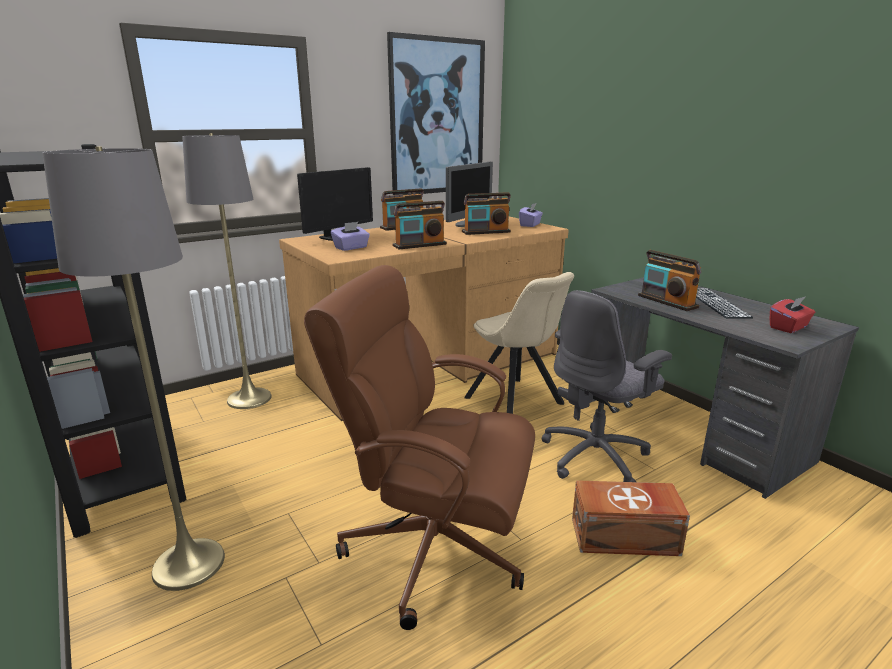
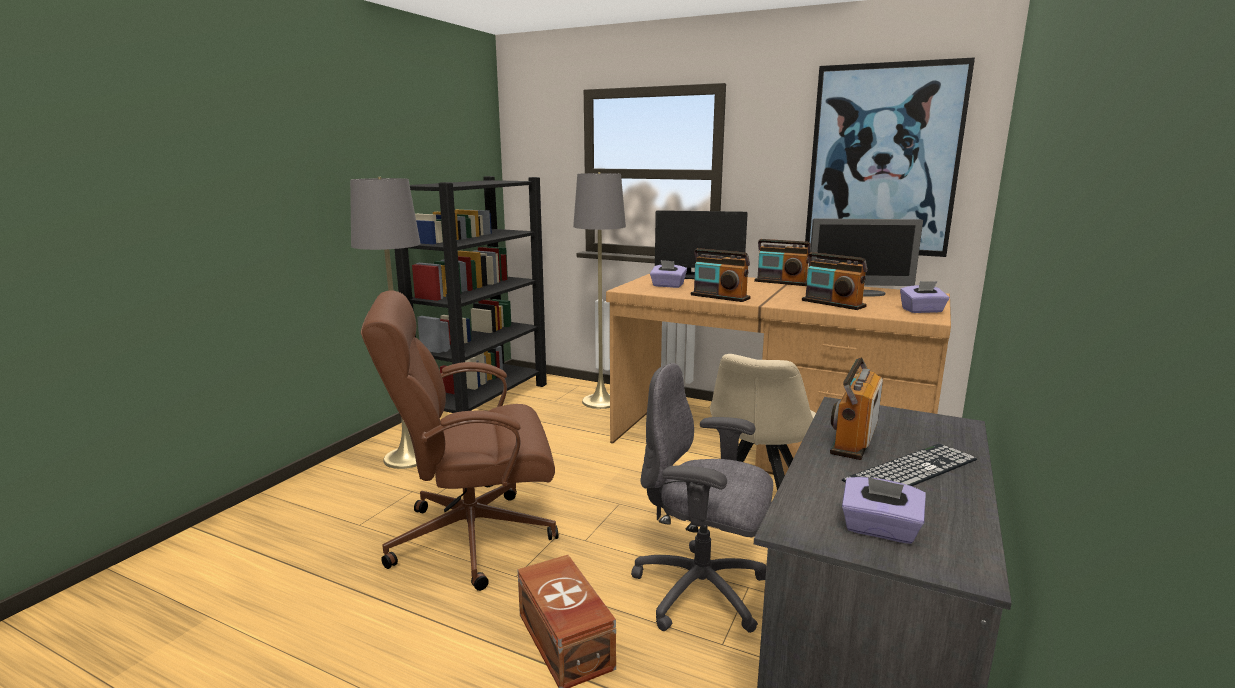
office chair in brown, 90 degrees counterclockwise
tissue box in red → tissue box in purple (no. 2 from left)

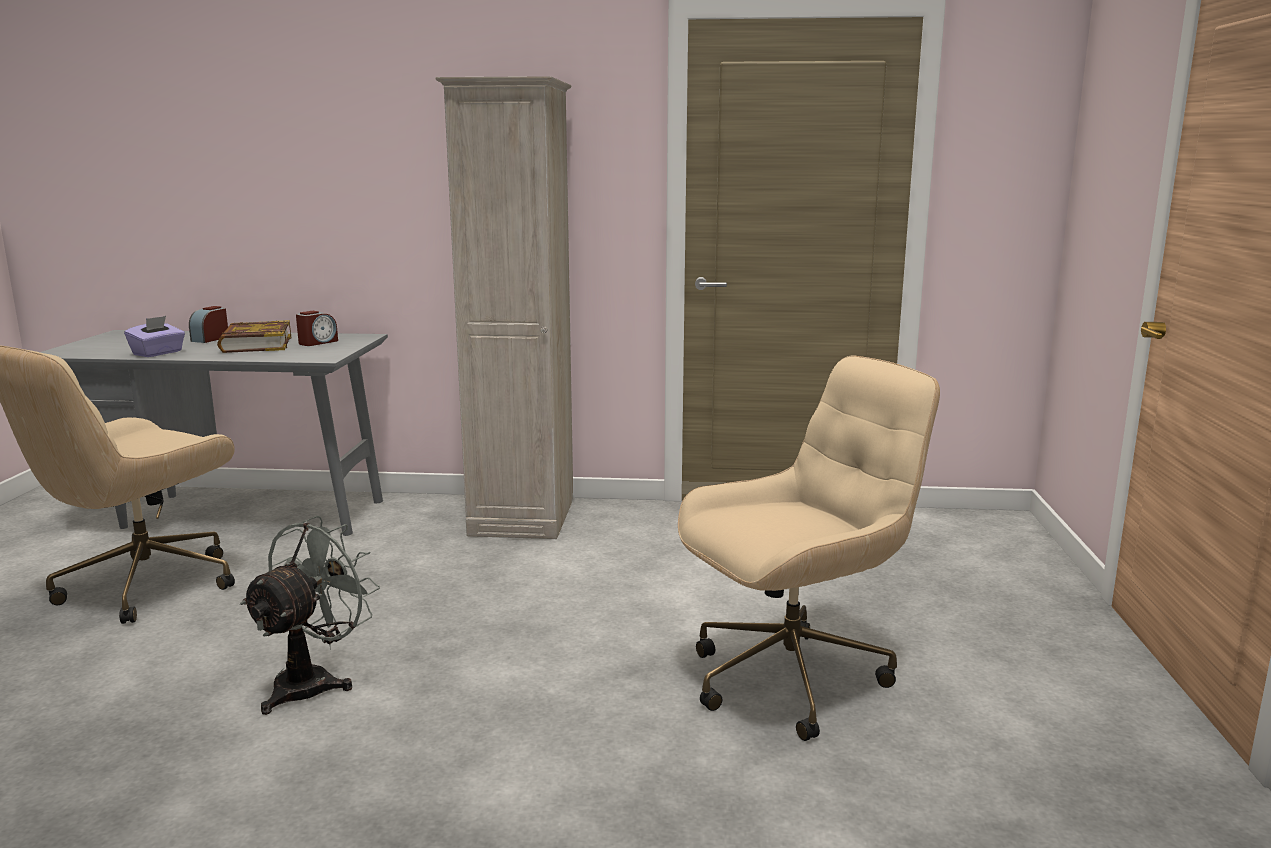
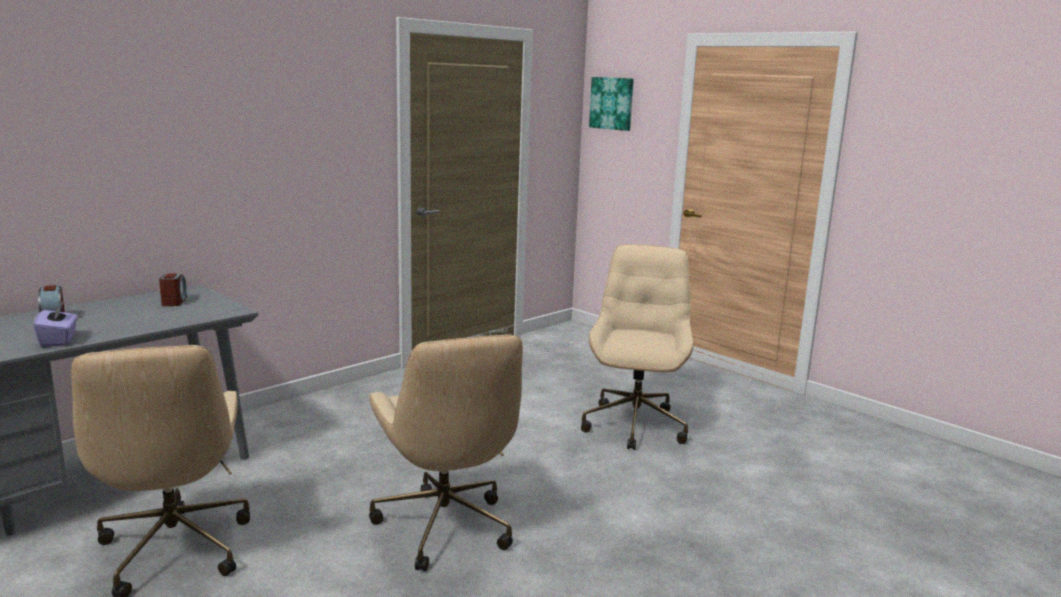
cabinet in beige → -
book → -
fan in grey → office chair in beige (no. 2 from left)
- → picture

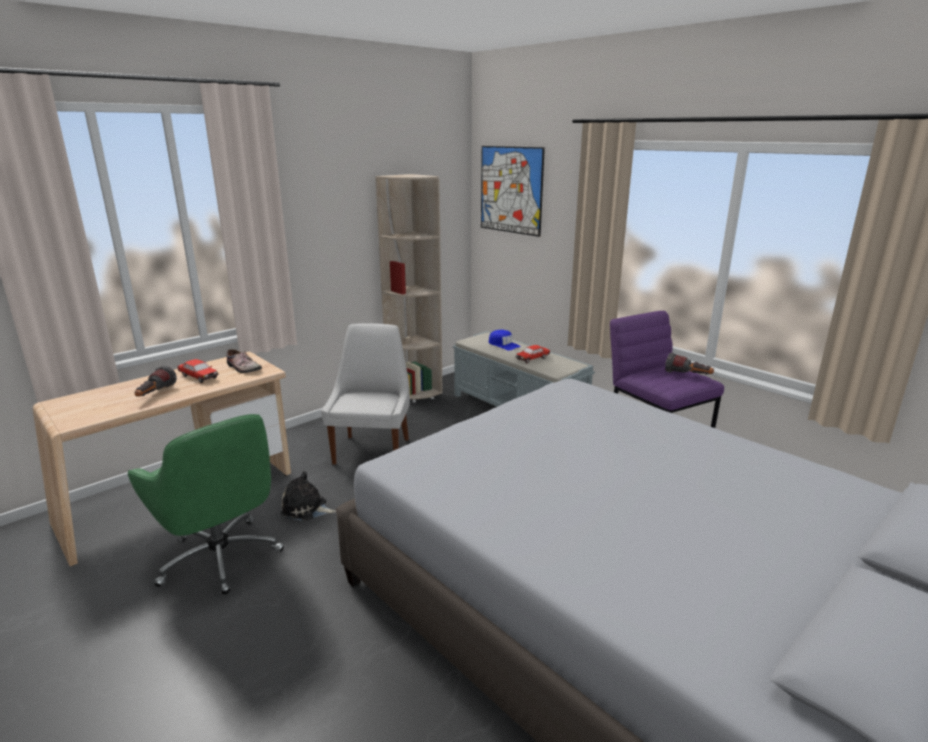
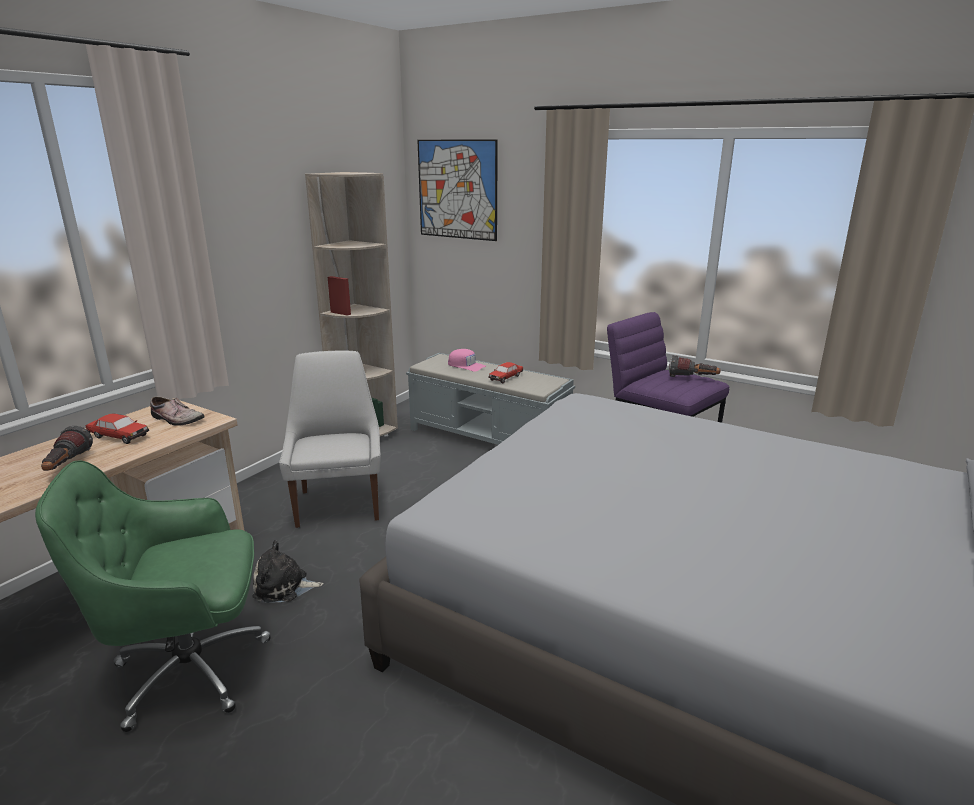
cap in blue → cap in pink
office chair in green, 135 degrees clockwise

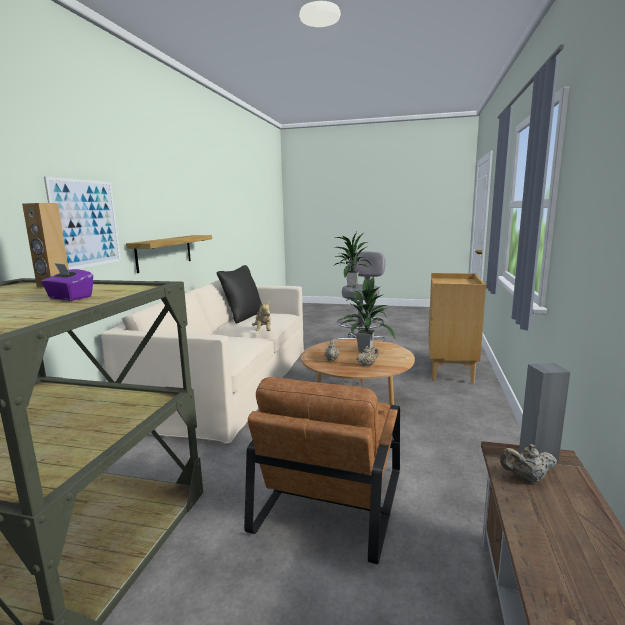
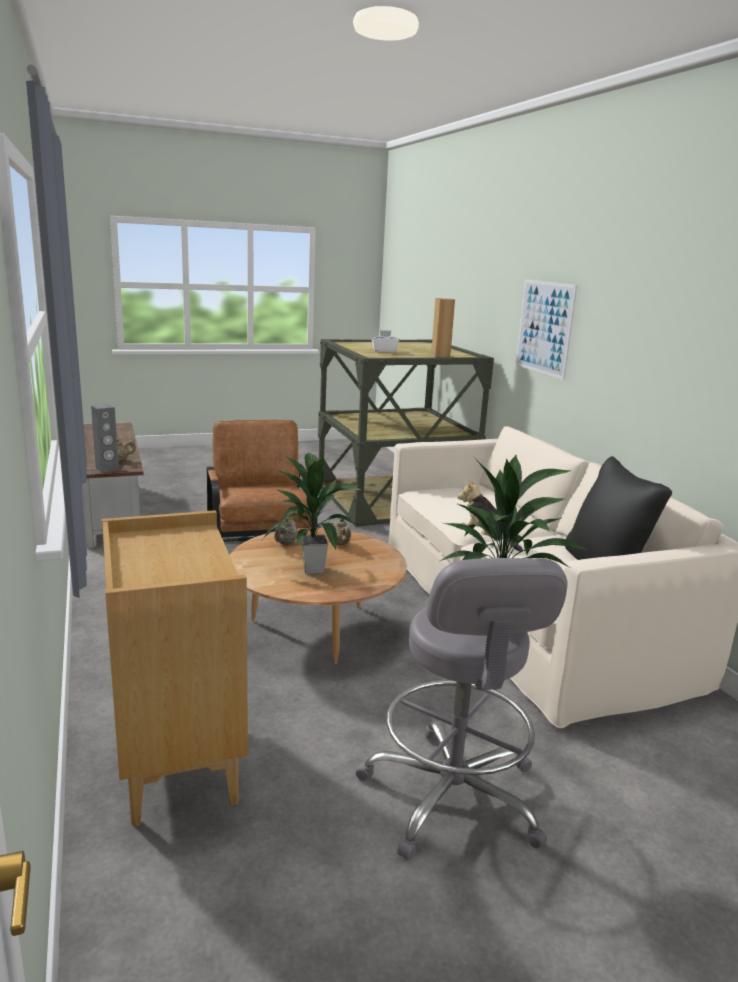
shelf → -
tissue box in purple → tissue box in white

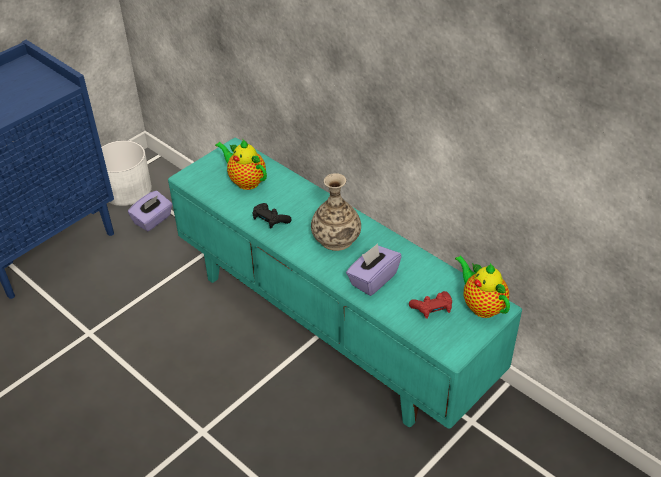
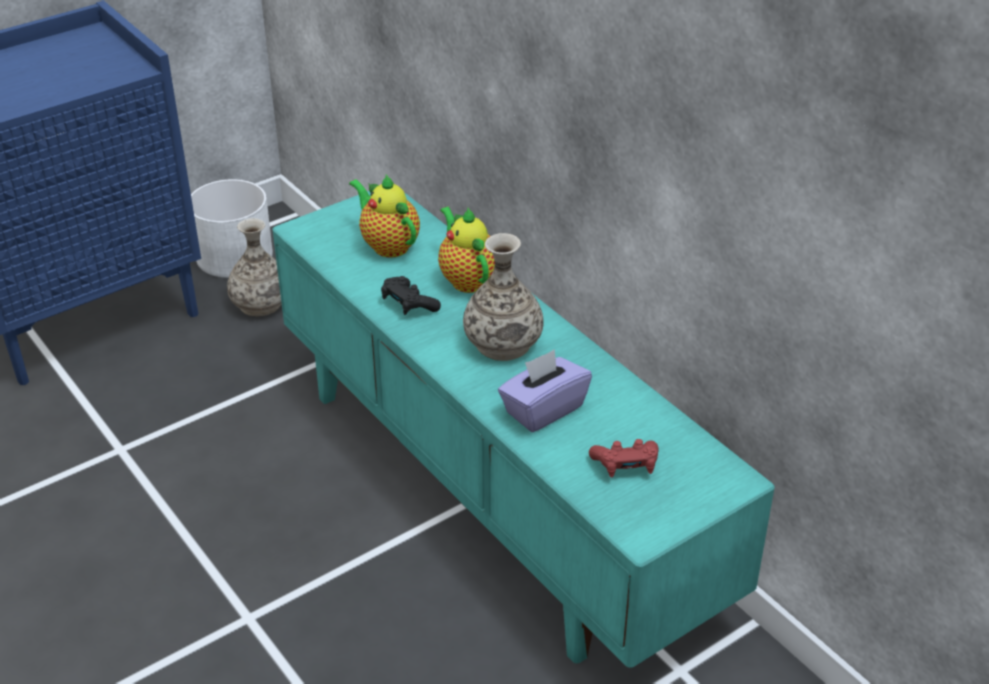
tissue box in purple (no. 1 from left) → vase (no. 1 from left)
teapot (no. 2 from left), shifted

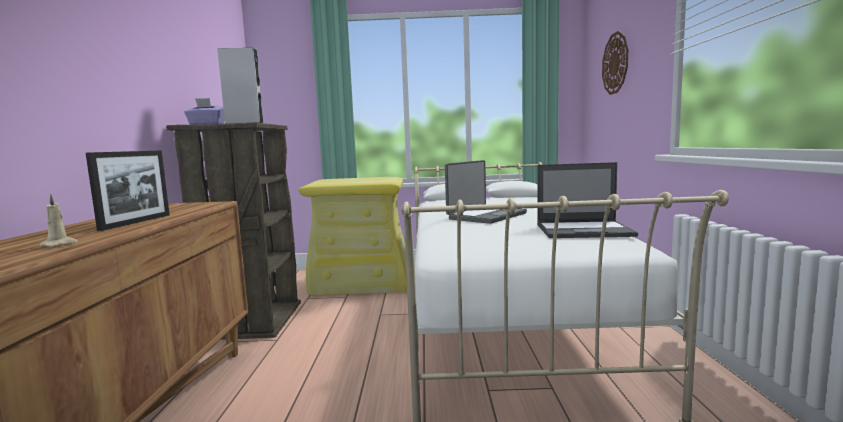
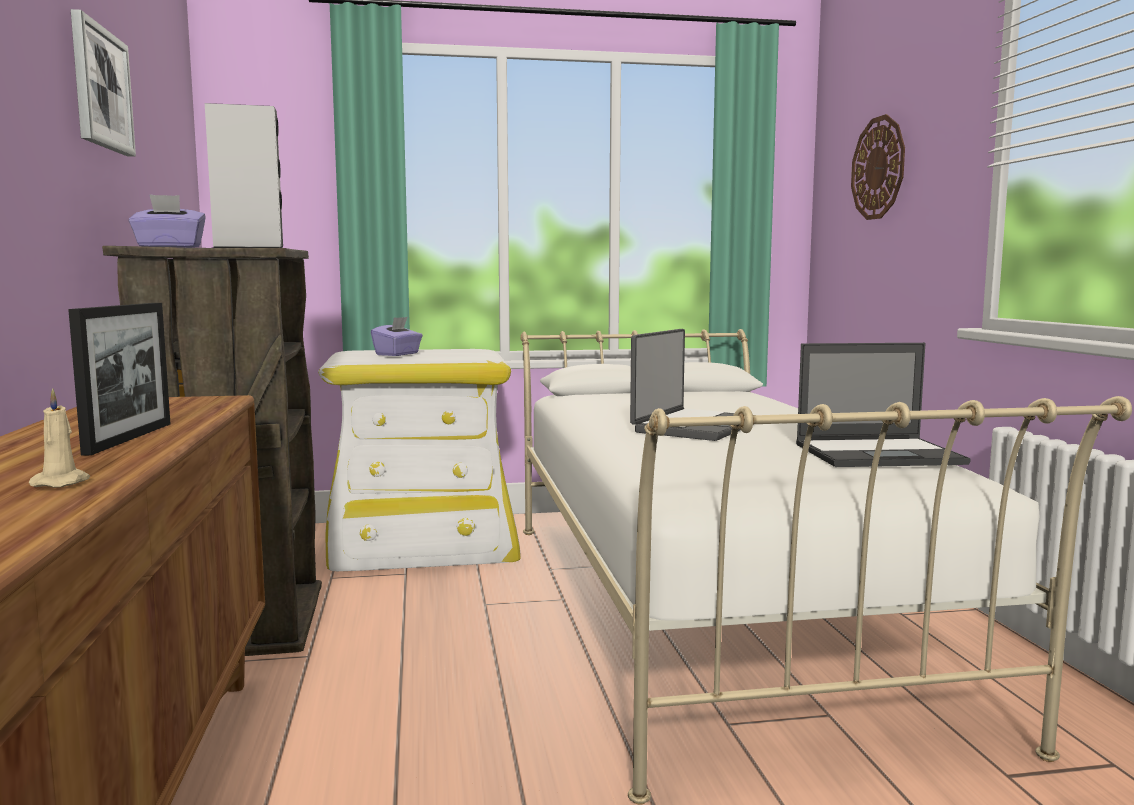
nightstand in yellow → nightstand in white
- → picture
- → tissue box in purple (no. 2 from left)

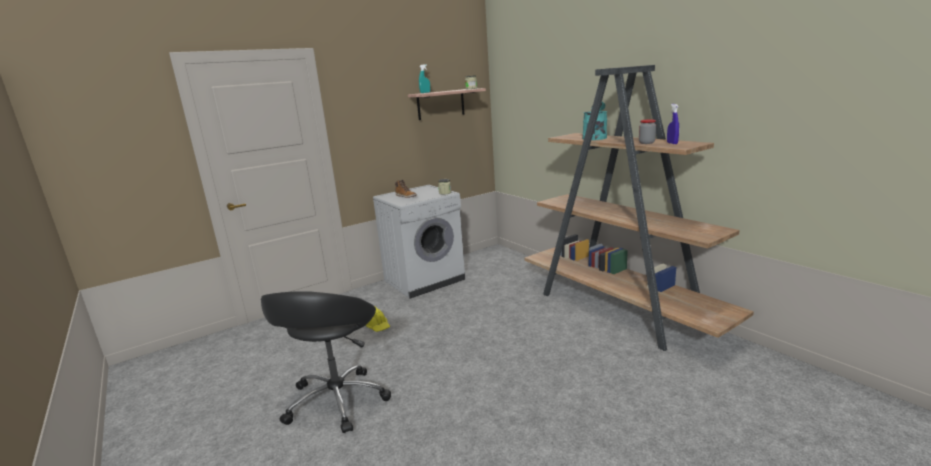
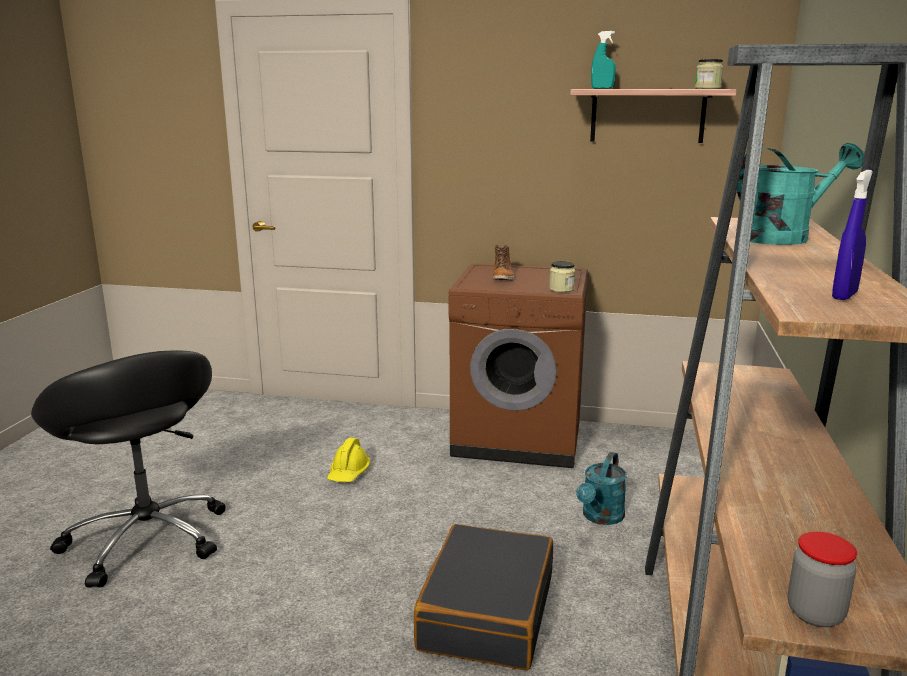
jar (no. 3 from left), shifted
washing machine in white → washing machine in brown
office chair in black, 90 degrees counterclockwise
- → watering can in turquoise (no. 1 from left)
- → suitcase in black

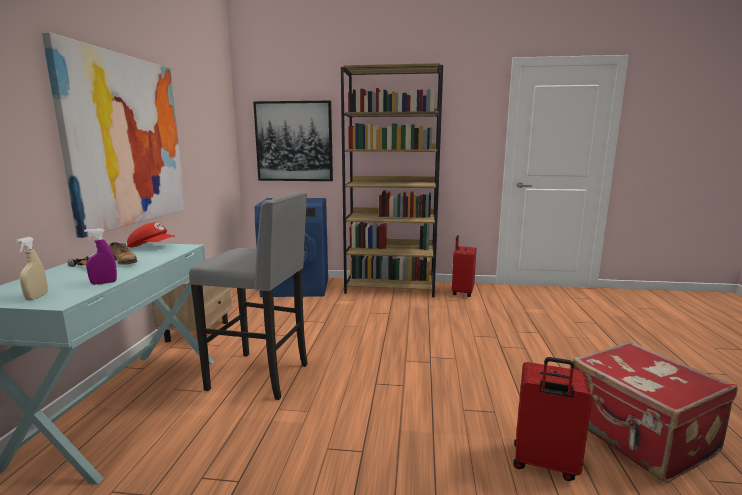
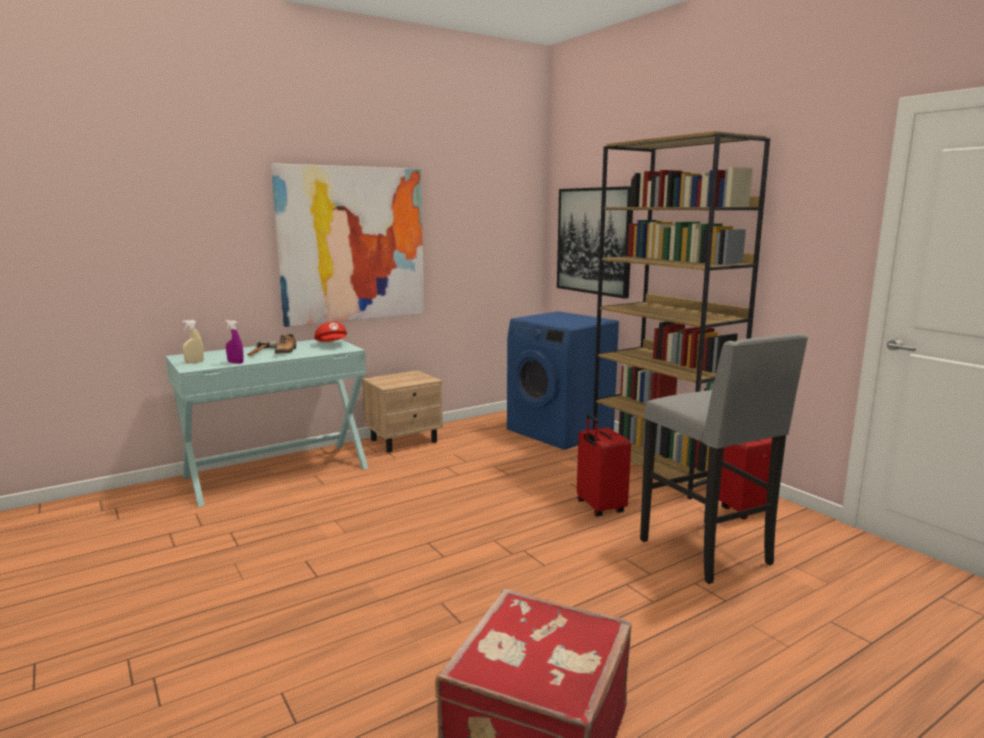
stool in grey, shifted
suitcase in red (no. 2 from left), shifted

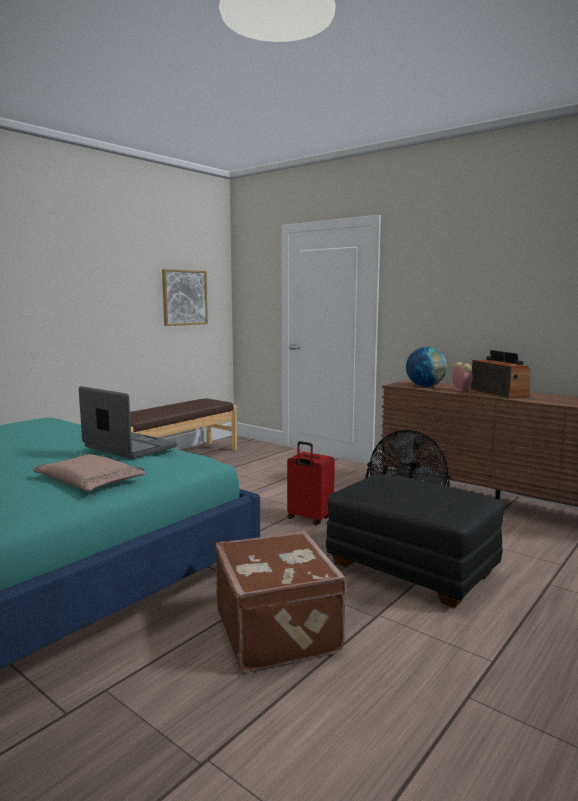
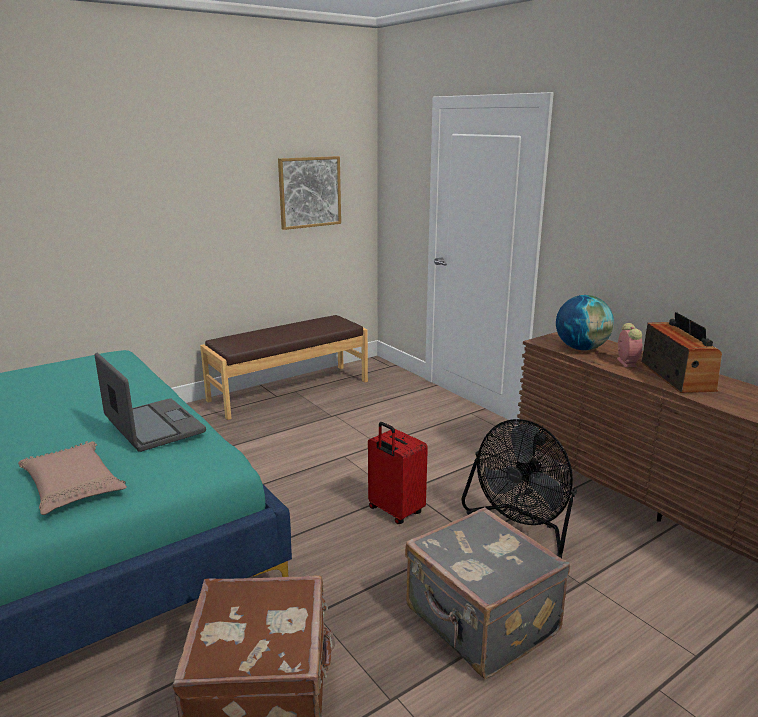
ottoman in black → suitcase in grey

